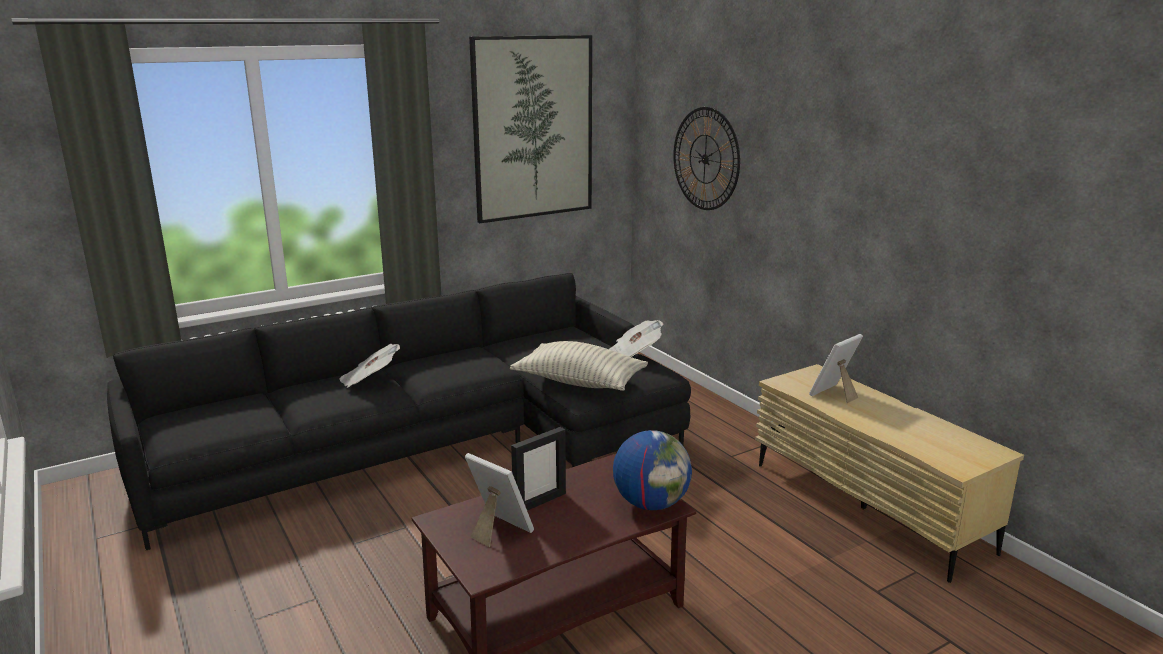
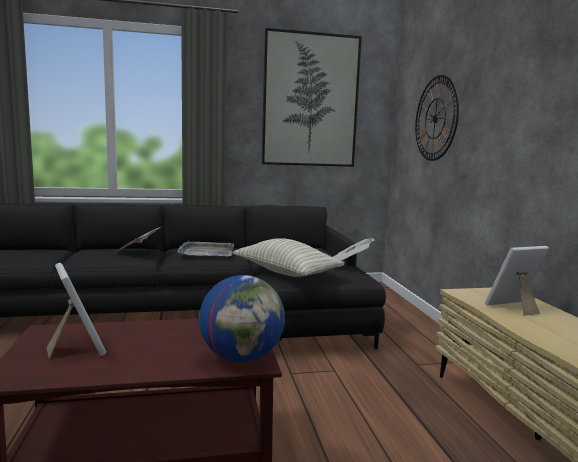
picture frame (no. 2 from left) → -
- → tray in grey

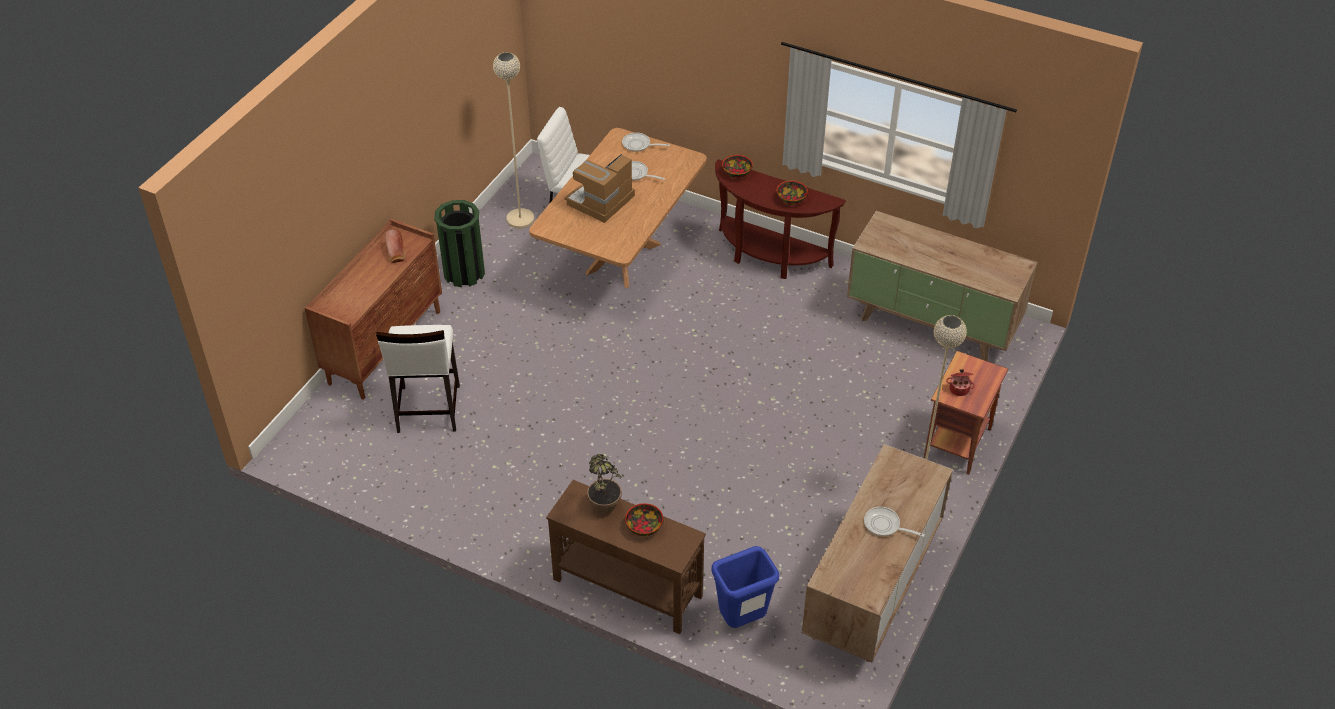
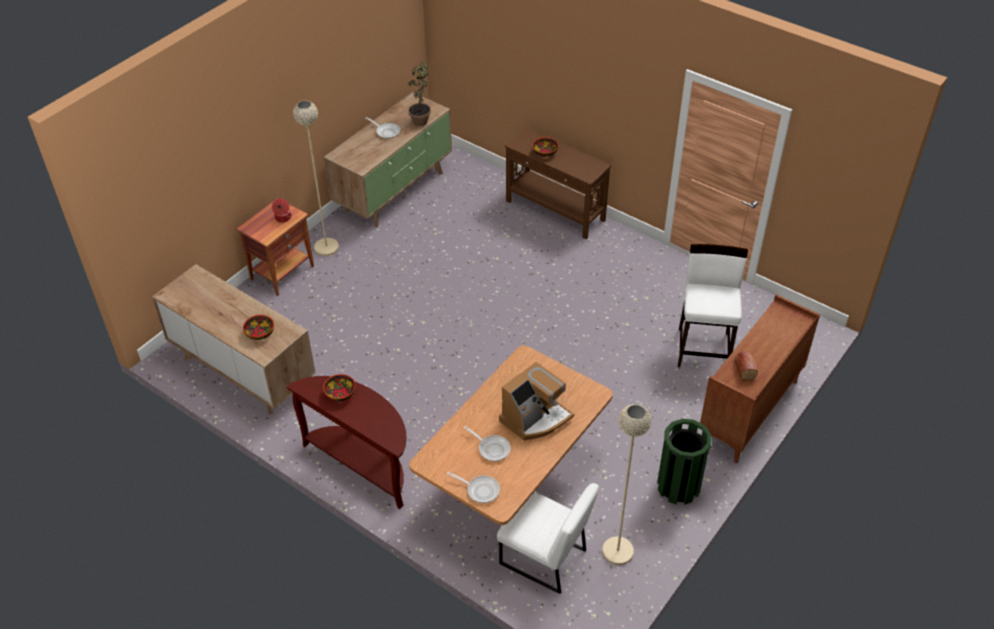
bowl (no. 2 from left in the first image) → bowl (no. 1 from left), shifted
potted plant, shifted
trash can in blue → -

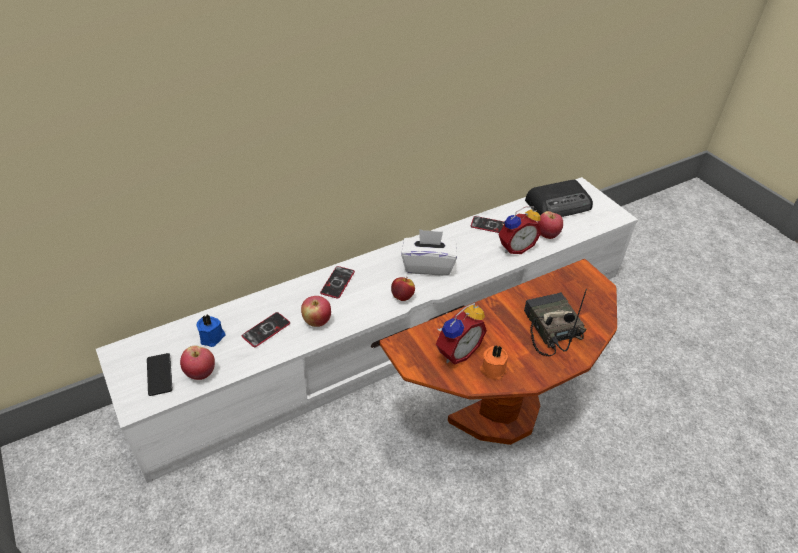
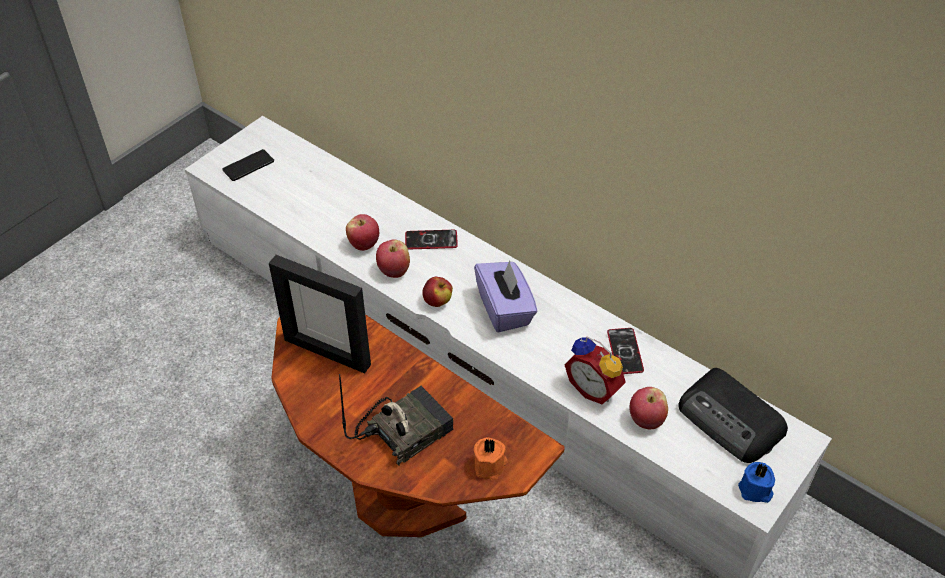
tissue box in white → tissue box in purple
alarm clock (no. 1 from left) → picture frame
phone (no. 2 from left) → -
candle in blue, shifted
candle in orange, shifted
apple (no. 1 from left in the first image) → apple (no. 2 from left), shifted

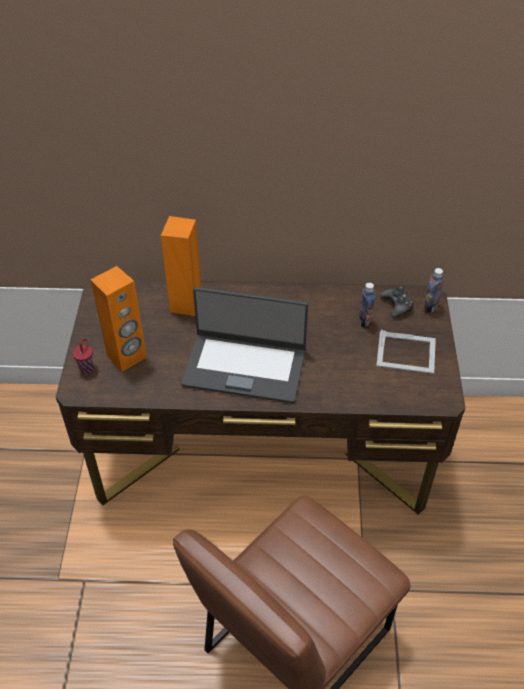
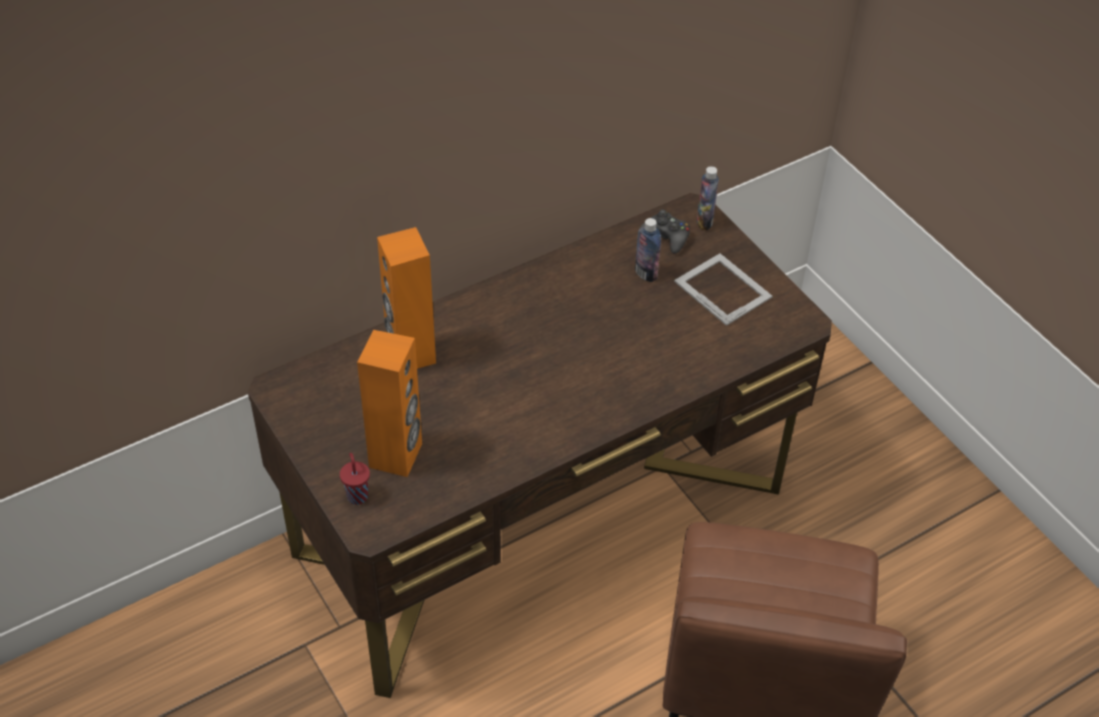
laptop → -
picture frame, 105 degrees counterclockwise

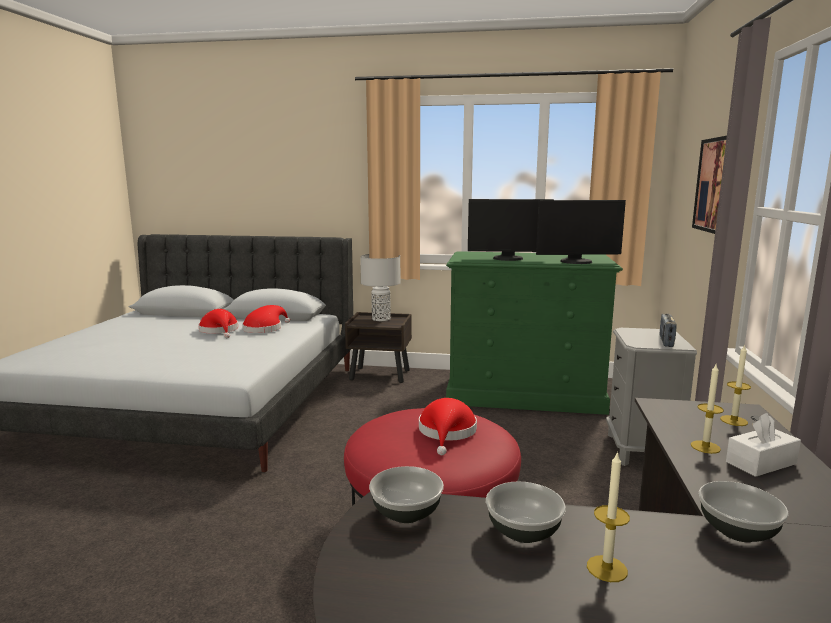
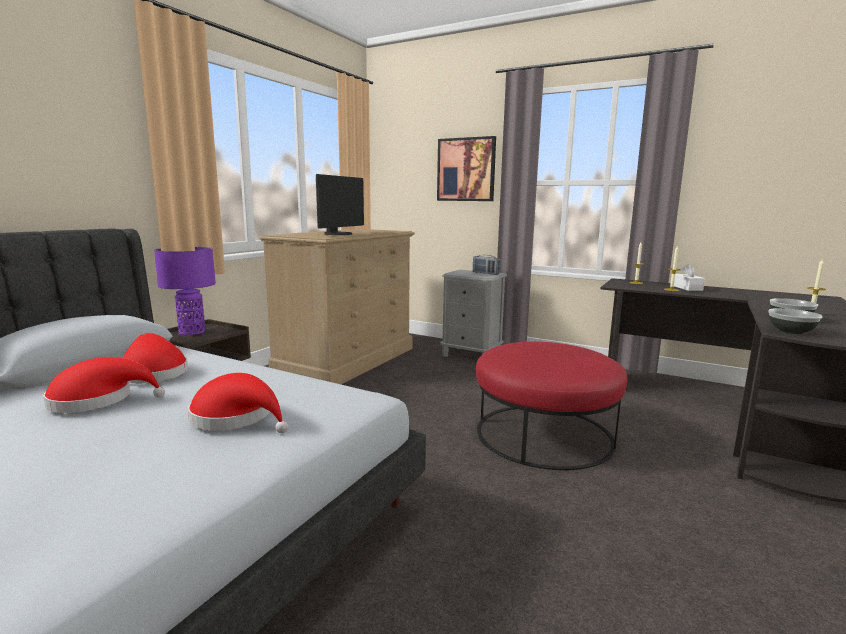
monitor (no. 2 from left) → -
dresser in green → dresser in beige
table lamp in white → table lamp in purple
hat in red (no. 3 from left), shifted
bowl (no. 3 from left) → -

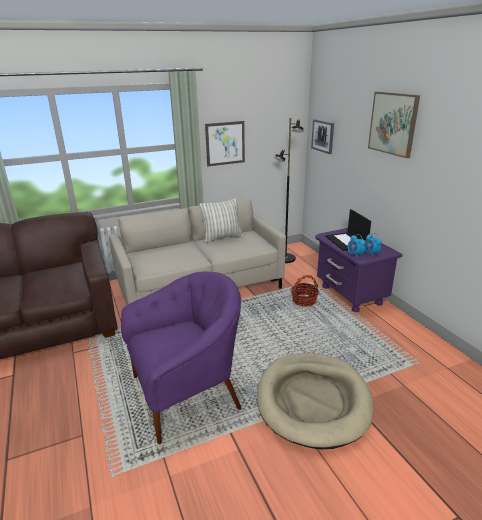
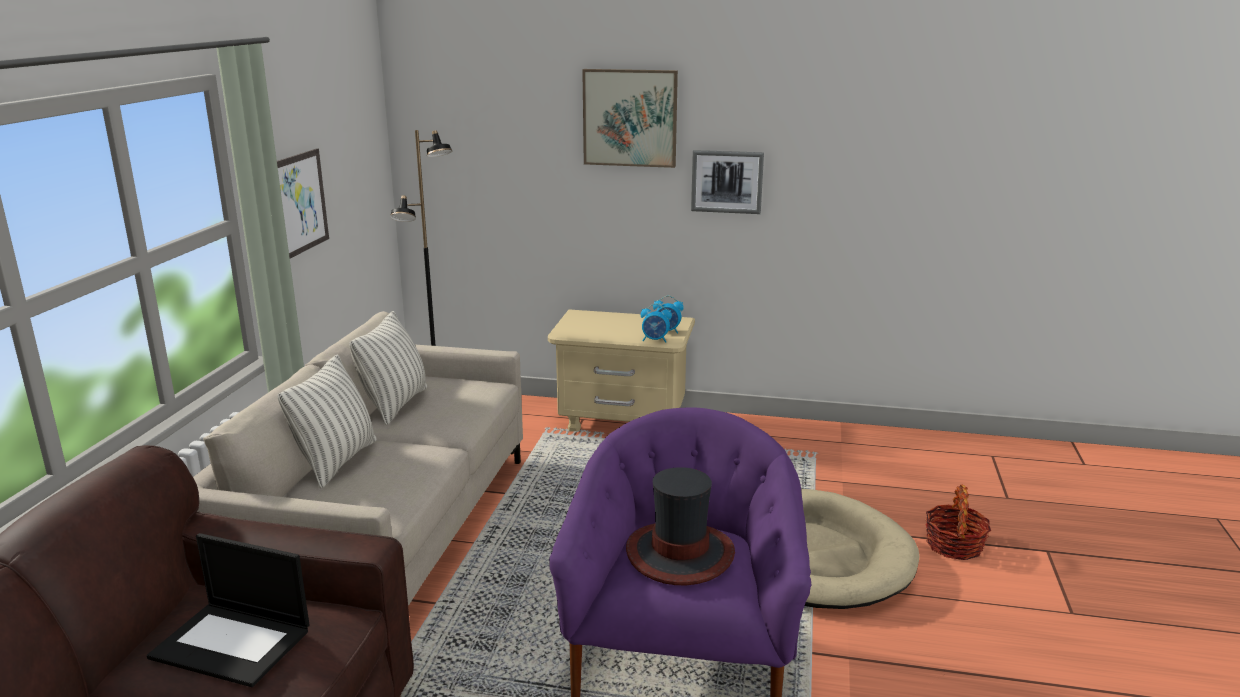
picture (no. 2 from left in the first image) → picture (no. 3 from left), shifted
laptop, shifted
nightstand in purple → nightstand in beige
basket, shifted
- → pillow (no. 1 from left)
- → hat

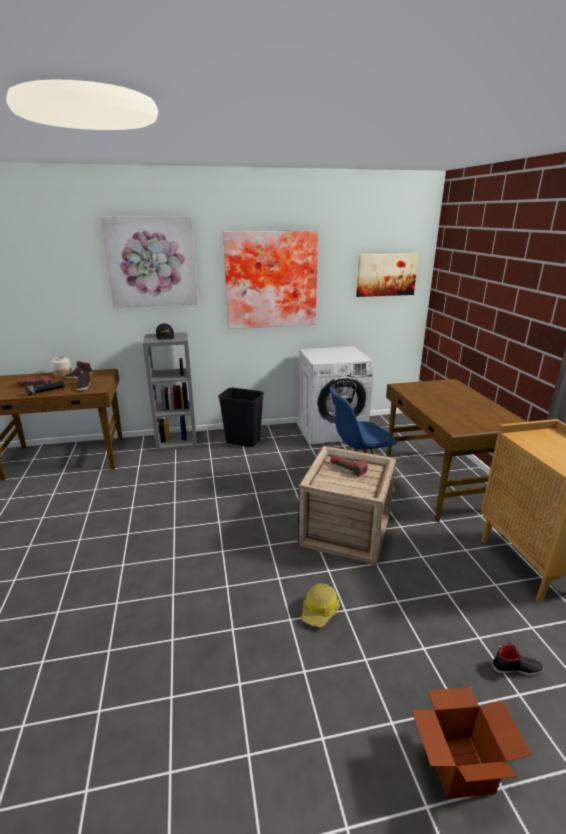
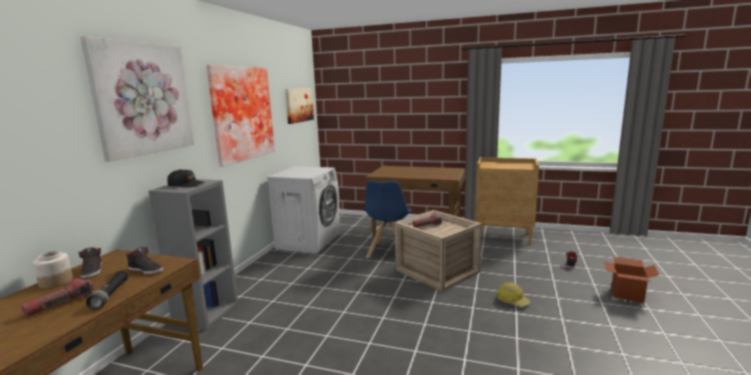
trash can in black → -

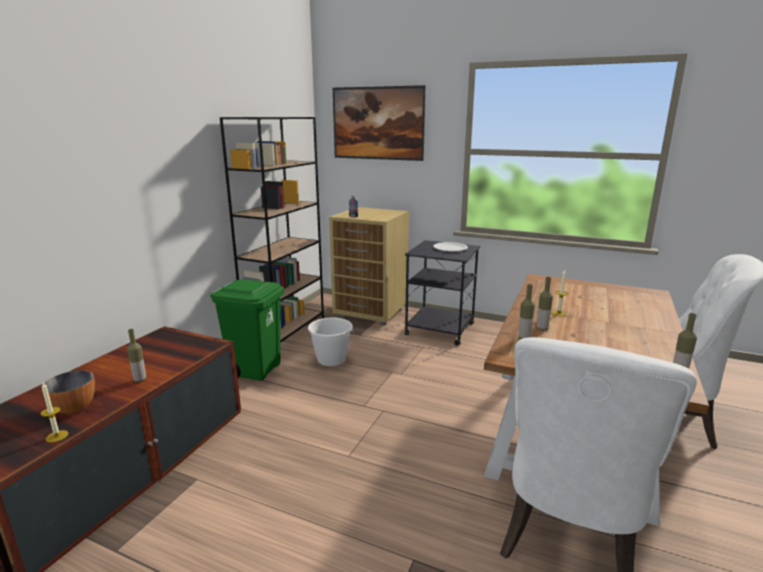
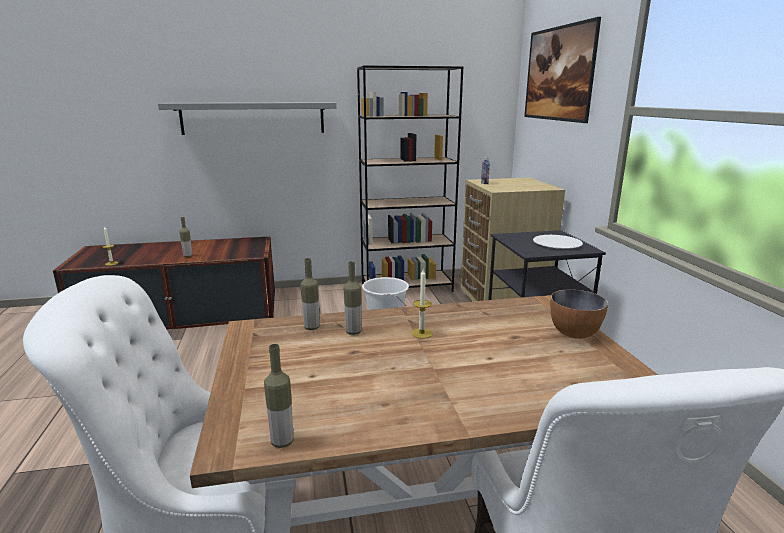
trash can in green → -
bowl, shifted
- → shelf in grey

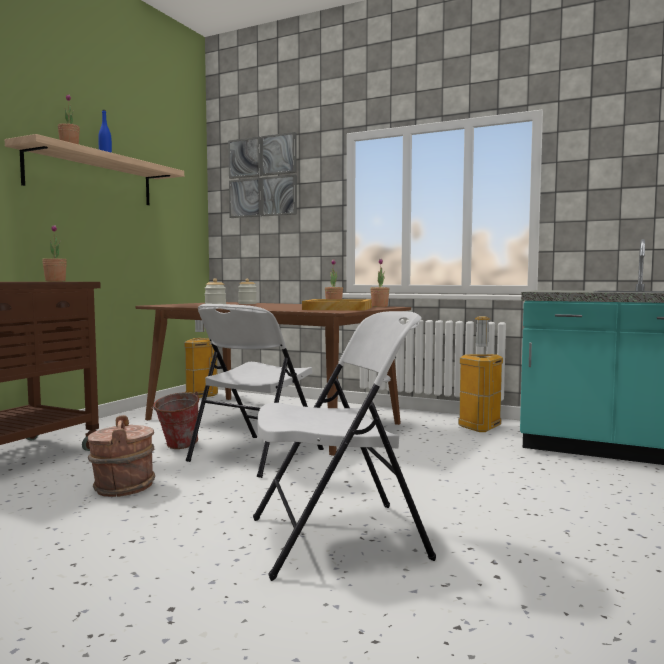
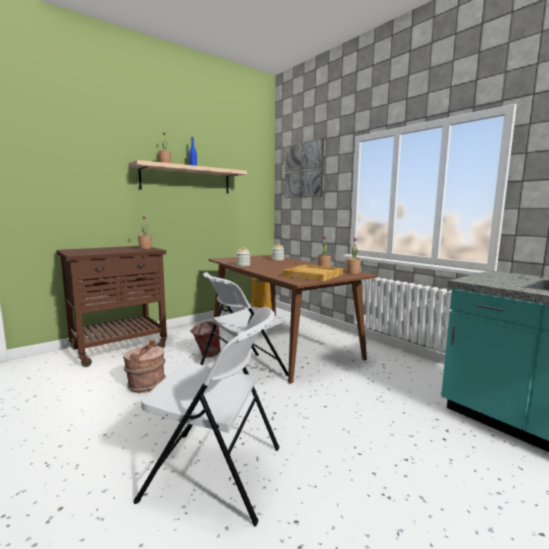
trash can (no. 2 from left) → -

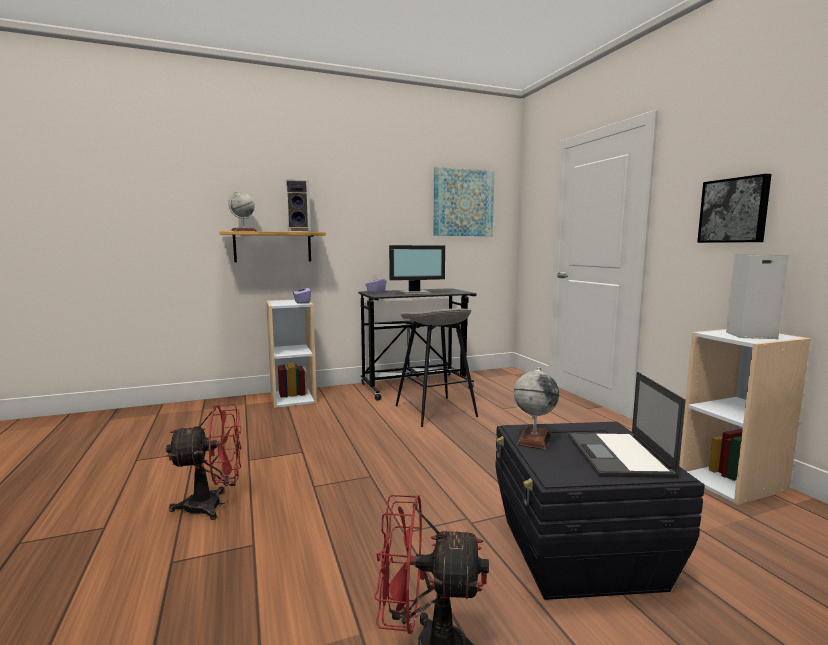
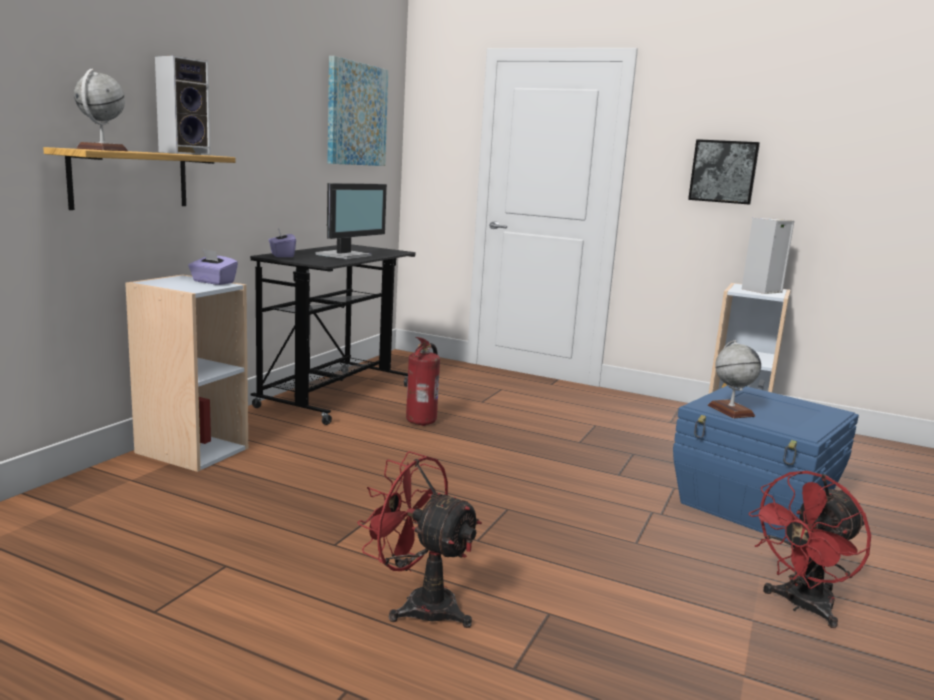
stool in grey → fire extinguisher
laptop → -
fan in red (no. 1 from left), 90 degrees counterclockwise
storage box in black → storage box in blue

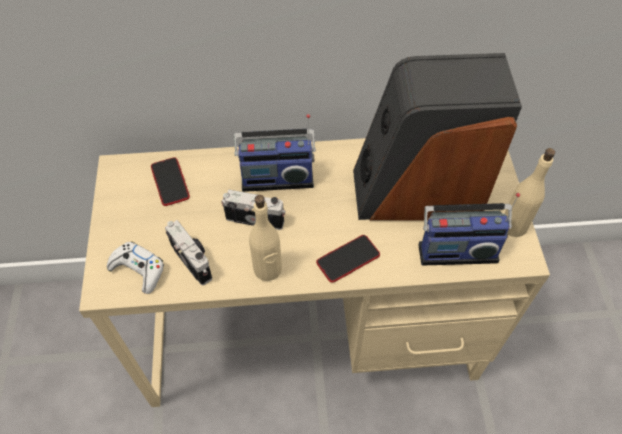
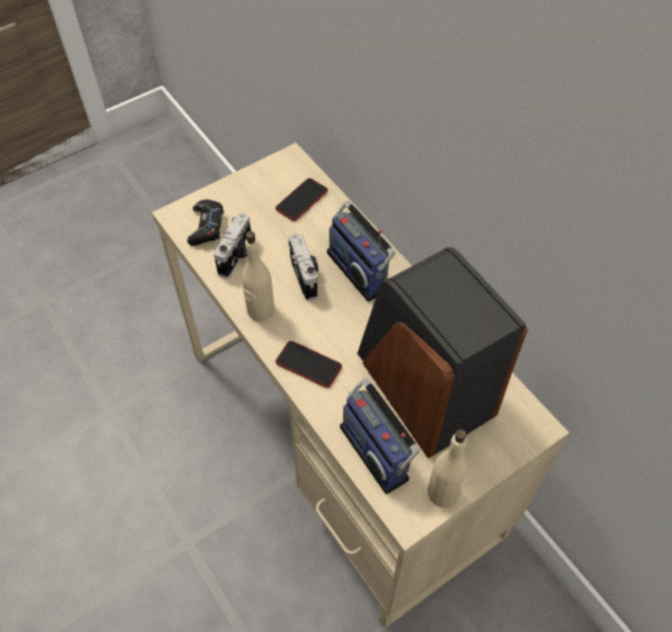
game controller in white → game controller in black

